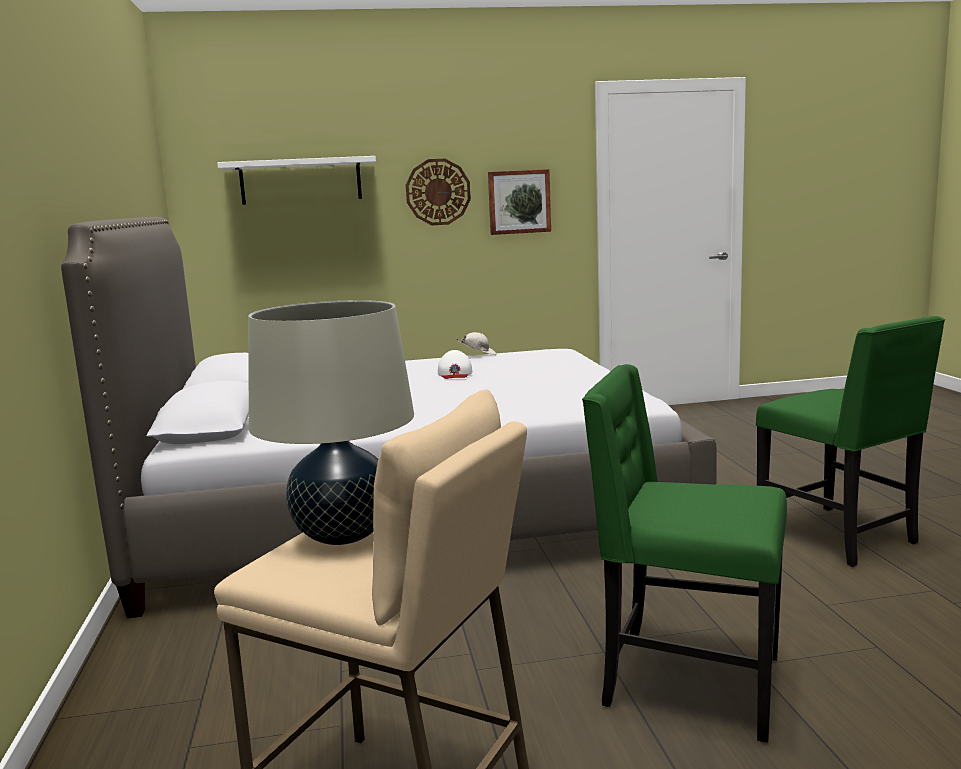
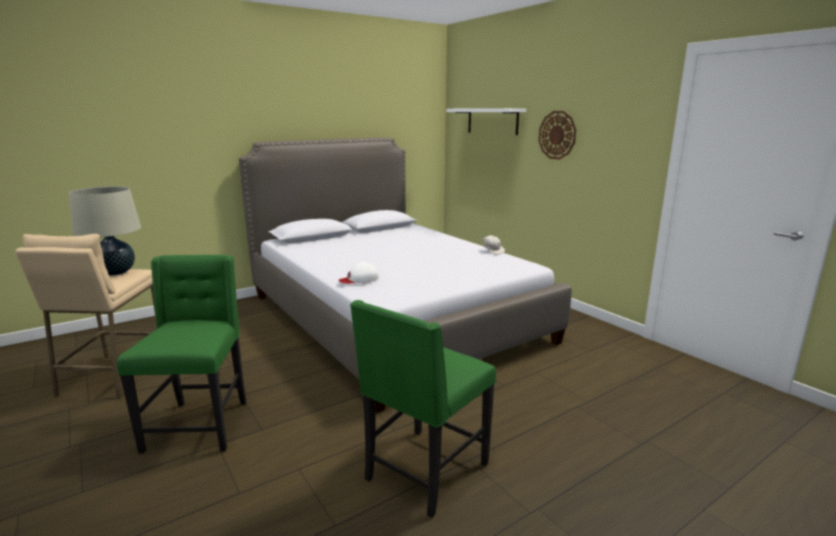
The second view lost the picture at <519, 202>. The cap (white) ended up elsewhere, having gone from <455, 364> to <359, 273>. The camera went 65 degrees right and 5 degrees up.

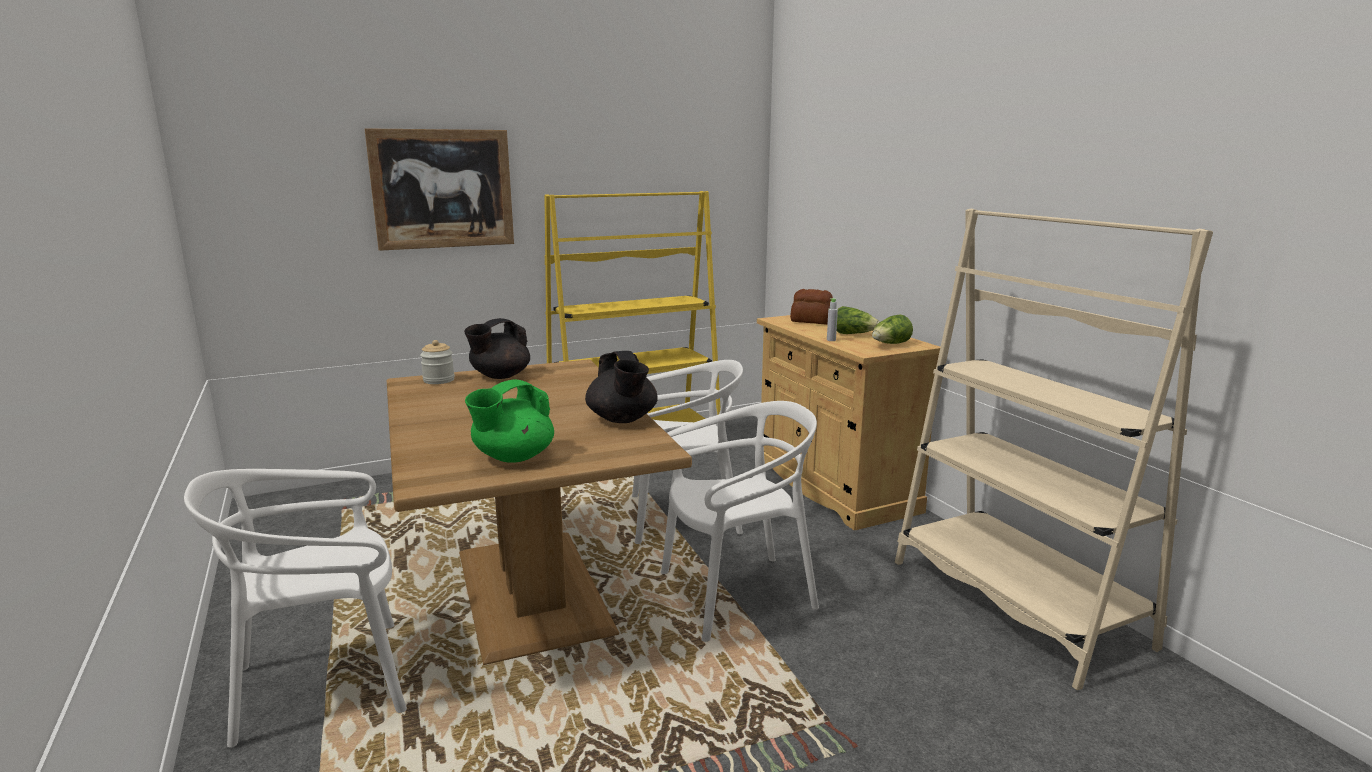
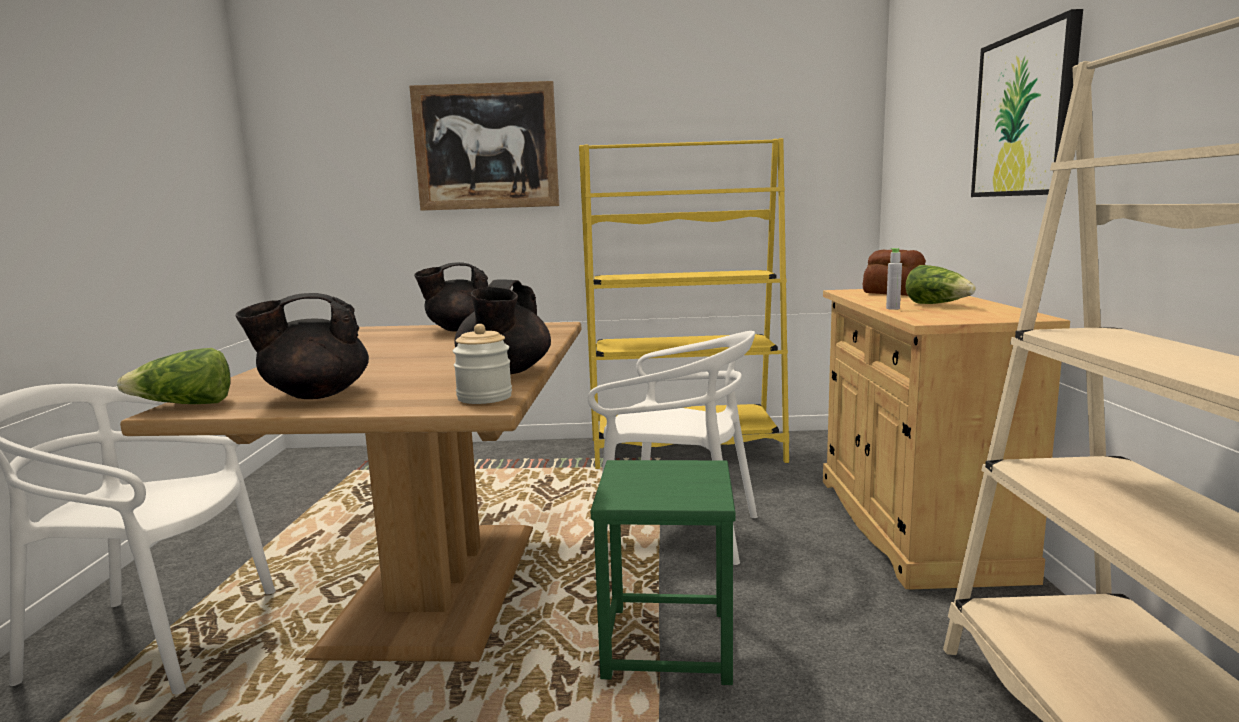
The second view gained the picture at <1027, 103>. The jar ended up elsewhere, having gone from <437, 362> to <482, 364>. The lettuce ended up elsewhere, having gone from <892, 329> to <174, 376>. Where the chair (white) stood at <740, 521>, the stool (green) came to stand at <662, 572>. What was the teapot (green) at <509, 420> turned into the teapot (black) at <302, 346>. The camera went 25 degrees right and 5 degrees down.

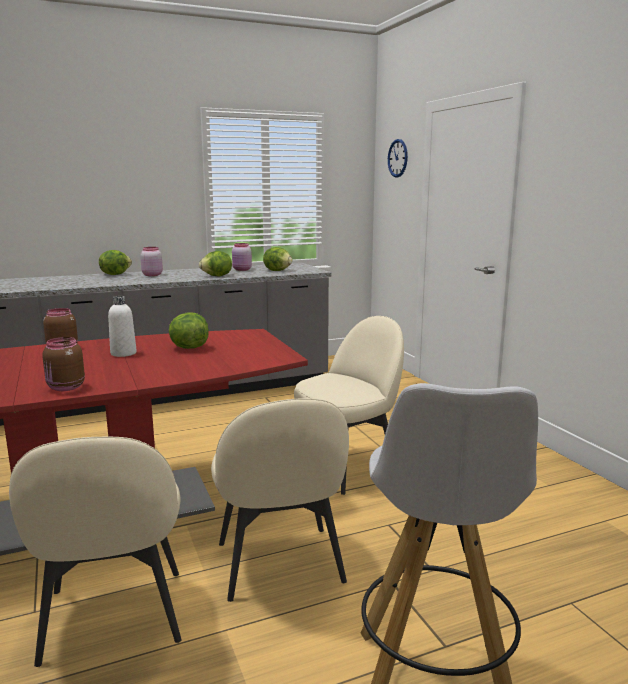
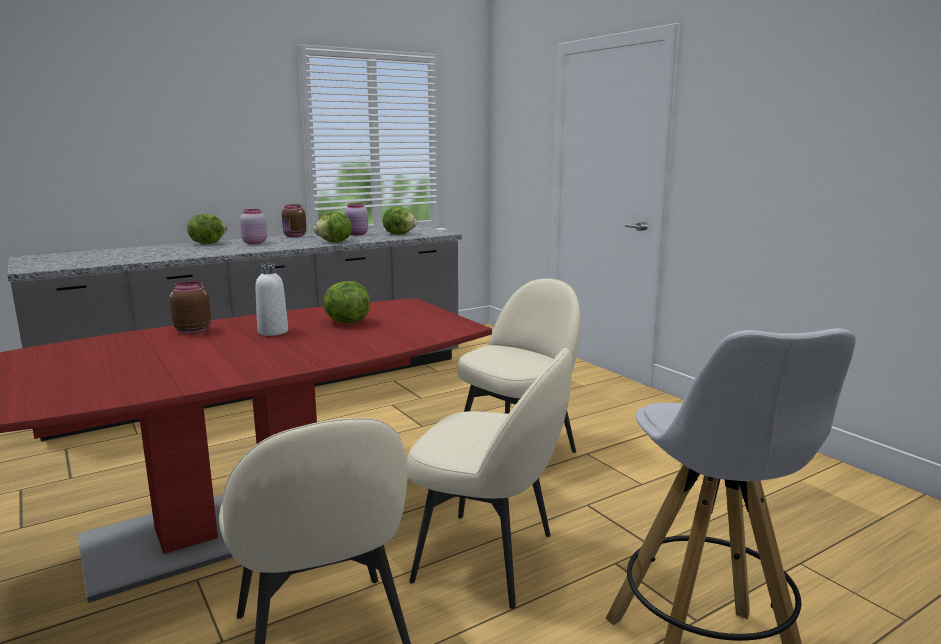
The second view lost the wall clock at <398, 158>. The jar (brown) ended up elsewhere, having gone from <63, 364> to <294, 220>. The chair (beige) at <280, 500> ended up facing another way, 45 degrees counterclockwise from before. The camera went 10 degrees left and 0 degrees up.

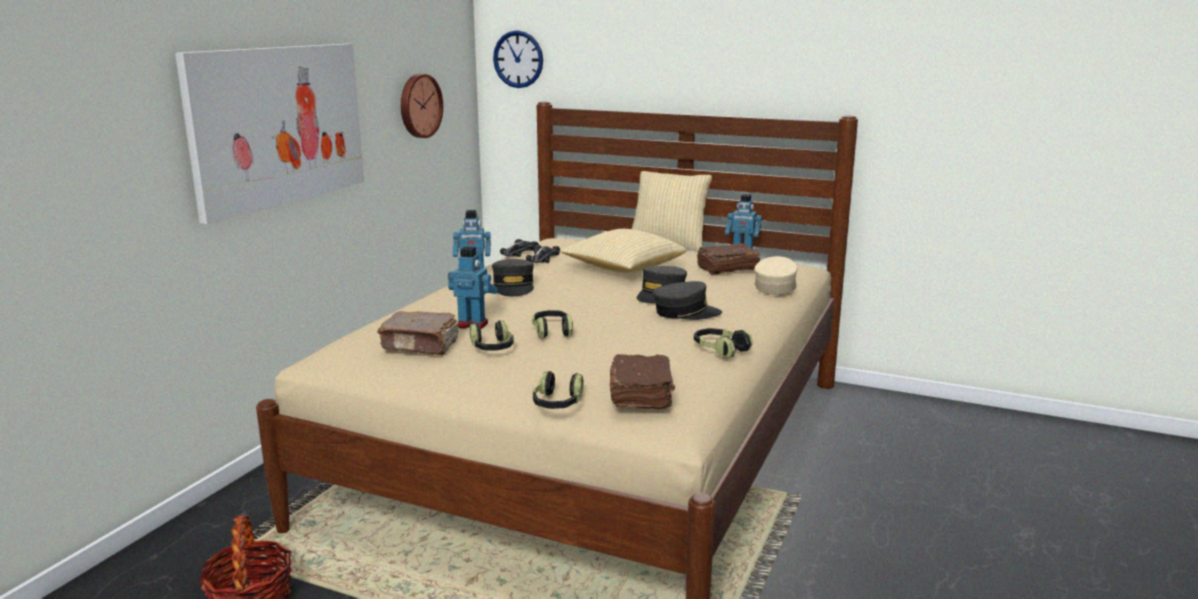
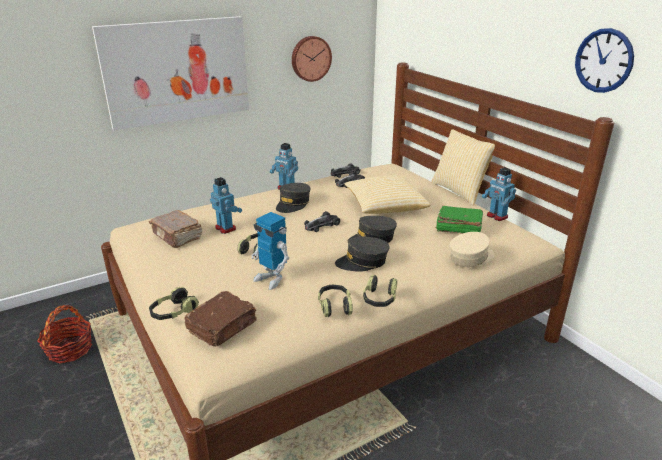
The second view gained the toy robot at <270, 251>. The second view gained the toy car at <322, 221>. The headphones ended up elsewhere, having gone from <492, 335> to <380, 291>. The wall clock ended up elsewhere, having gone from <518, 59> to <604, 60>. What was the book (brown) at <728, 259> turned into the book (green) at <459, 220>. The cap (grey) at <687, 300> ended up facing another way, 135 degrees clockwise from before. The camera went 35 degrees right and 10 degrees up.

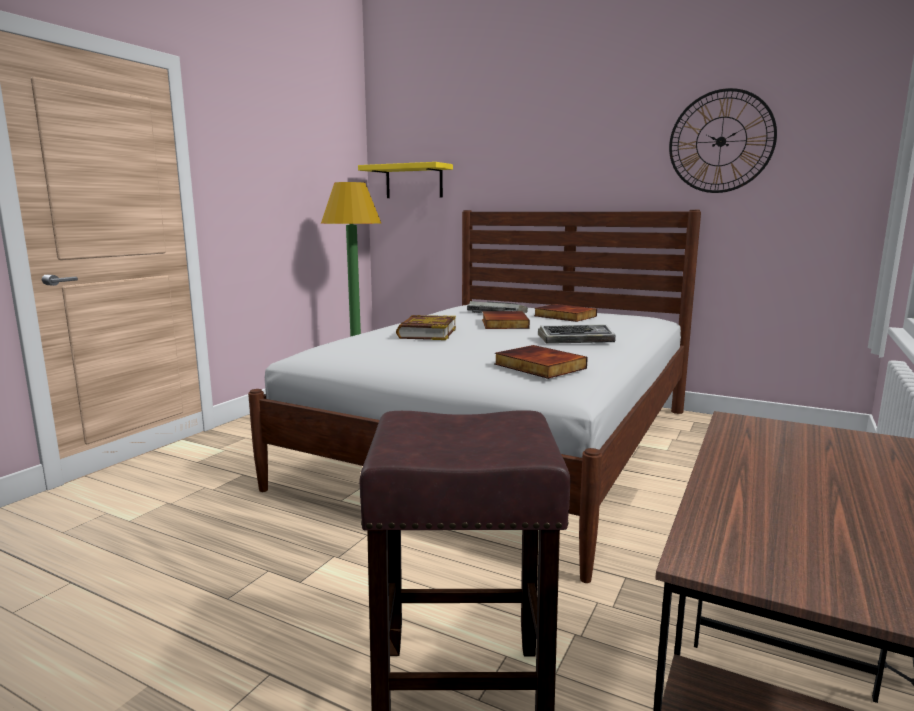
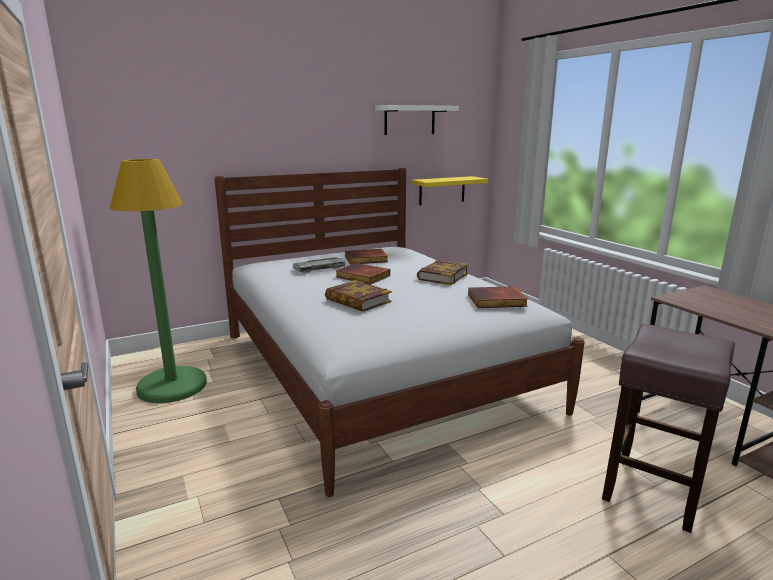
The shelf (yellow) ended up elsewhere, having gone from <405, 180> to <449, 190>. Where the keyboard stood at <577, 334>, the book came to stand at <443, 272>. Where the wall clock hung at <723, 140>, the shelf (white) came to hang at <417, 120>. The camera went 55 degrees left and 5 degrees up.

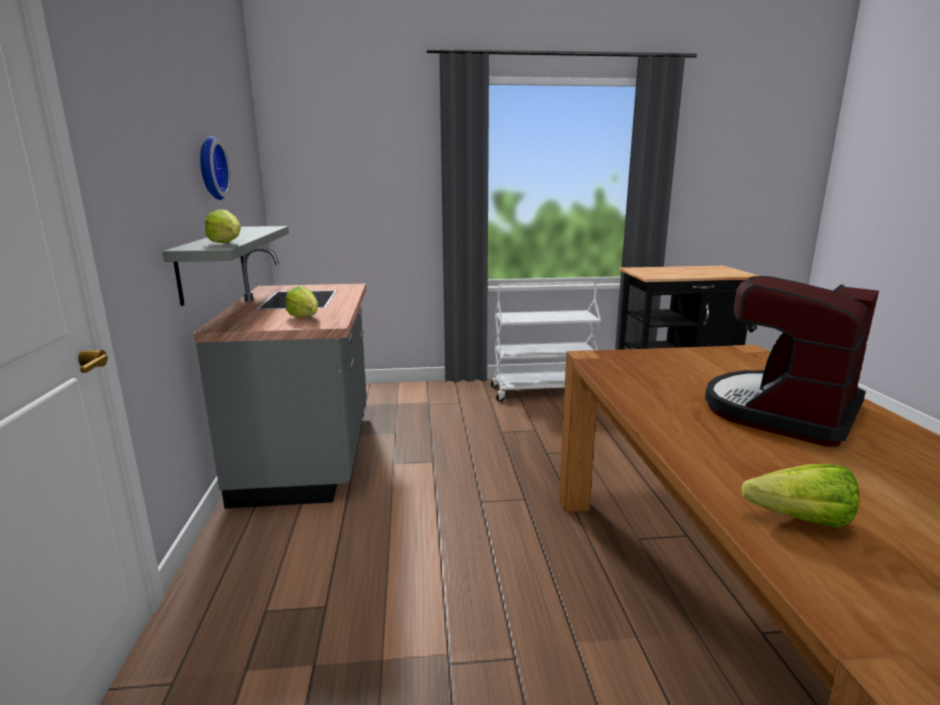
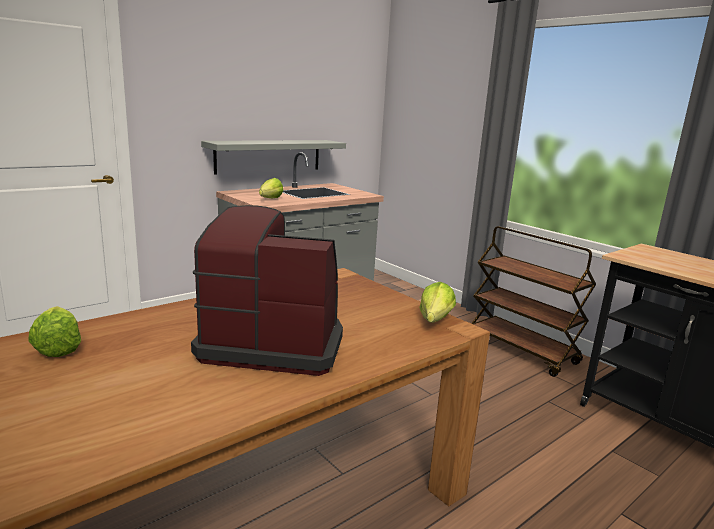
The second view lost the wall clock at <215, 168>. The lettuce ended up elsewhere, having gone from <223, 226> to <437, 302>. What was the cart (white) at <546, 341> turned into the cart (brown) at <533, 301>. The camera went 55 degrees right and 0 degrees up.

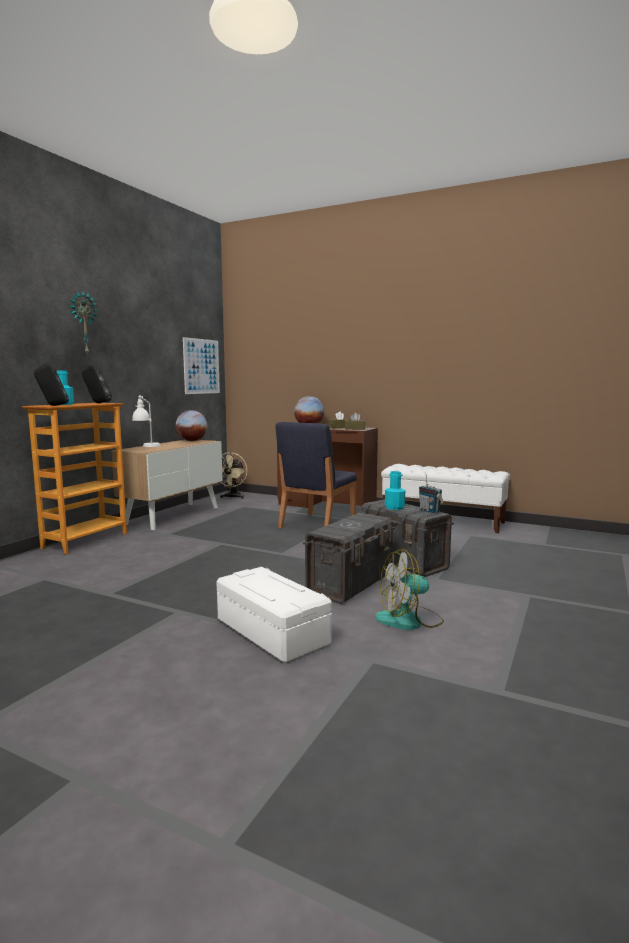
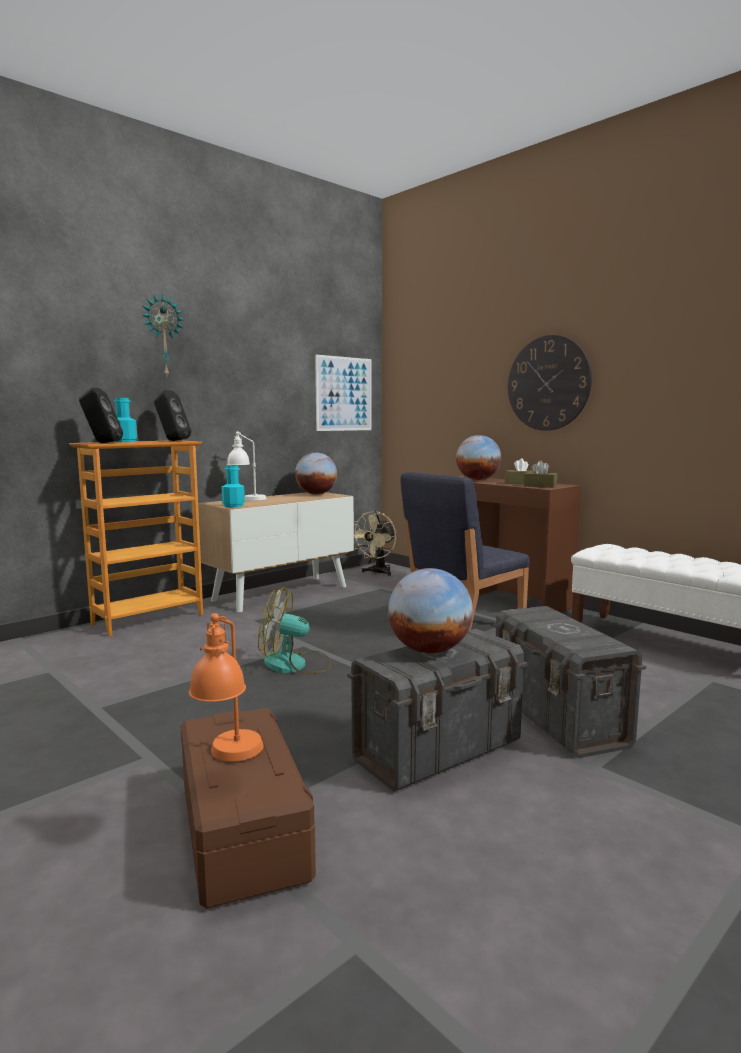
The second view lost the radio at <431, 493>. The second view gained the table lamp (orange) at <226, 687>. The second view gained the globe at <430, 611>. The second view gained the wall clock at <550, 383>. The fan ended up elsewhere, having gone from <409, 589> to <294, 630>. The bottle (turquoise) ended up elsewhere, having gone from <395, 490> to <233, 486>. What was the storage box (white) at <274, 615> turned into the storage box (brown) at <248, 808>. The camera went 20 degrees right and 0 degrees up.

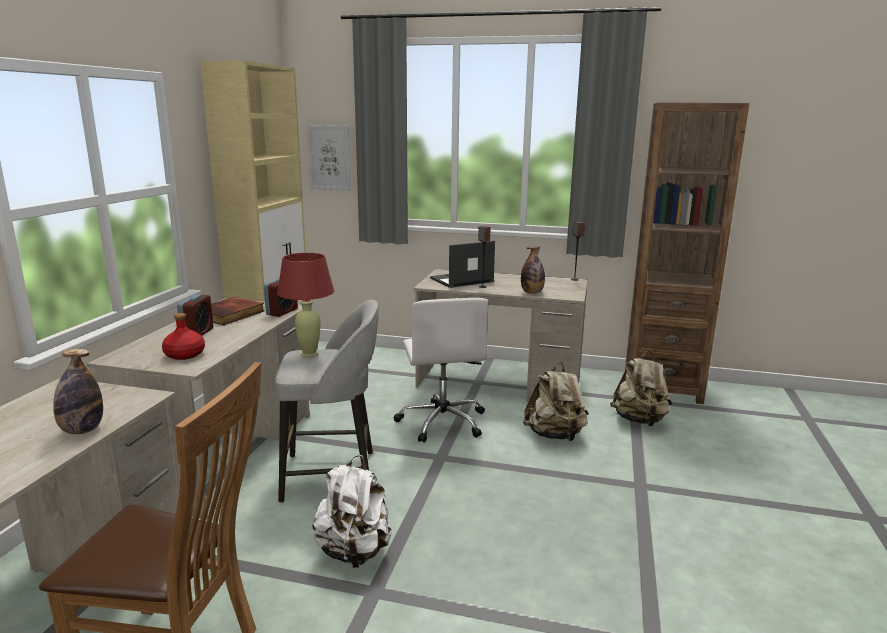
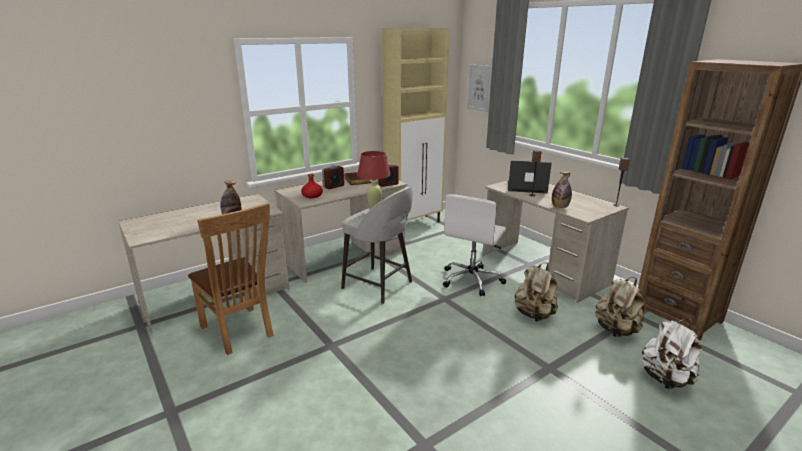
The backpack (white) ended up elsewhere, having gone from <352, 511> to <671, 354>. The camera went 40 degrees right and 5 degrees up.

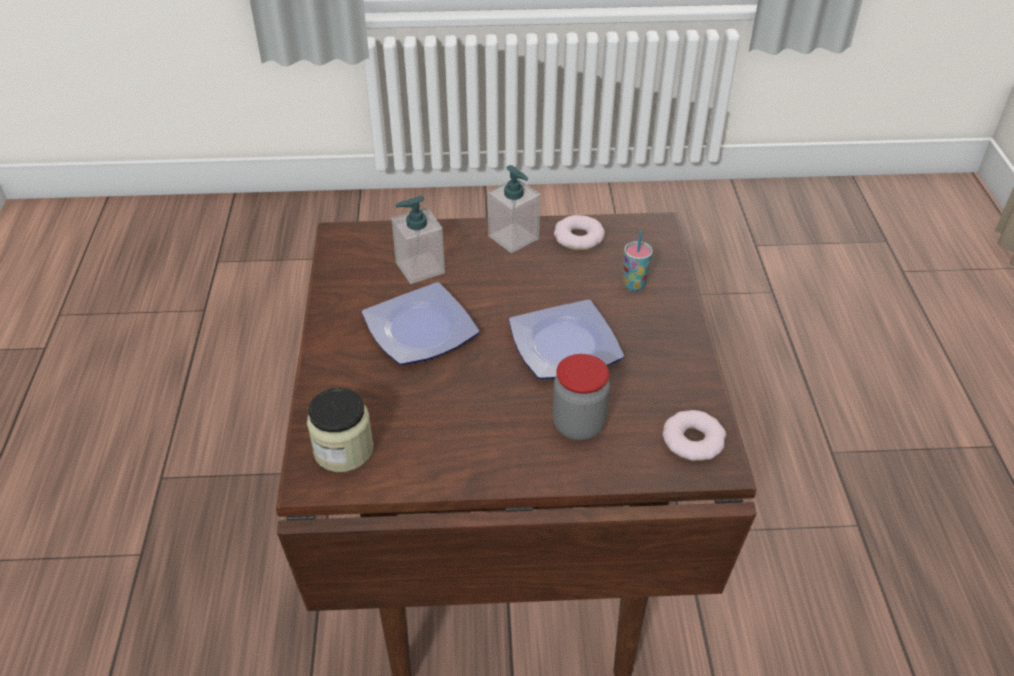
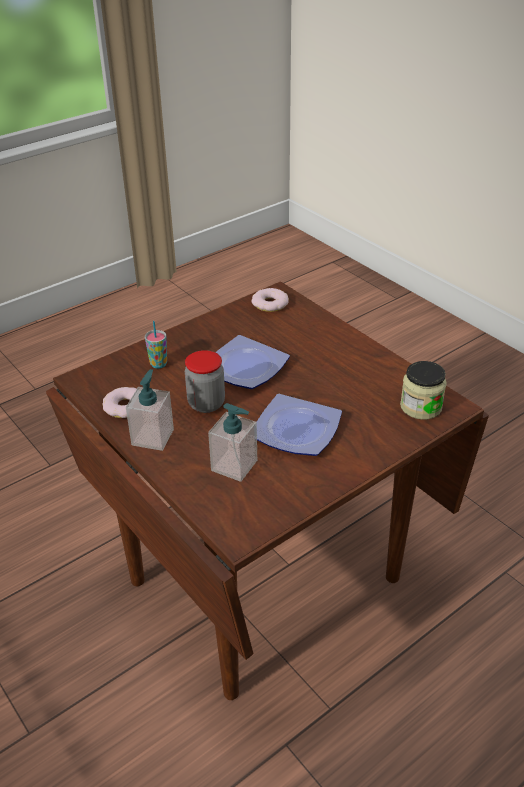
The jar ended up elsewhere, having gone from <581, 397> to <205, 381>. The camera went 125 degrees left and 5 degrees down.

